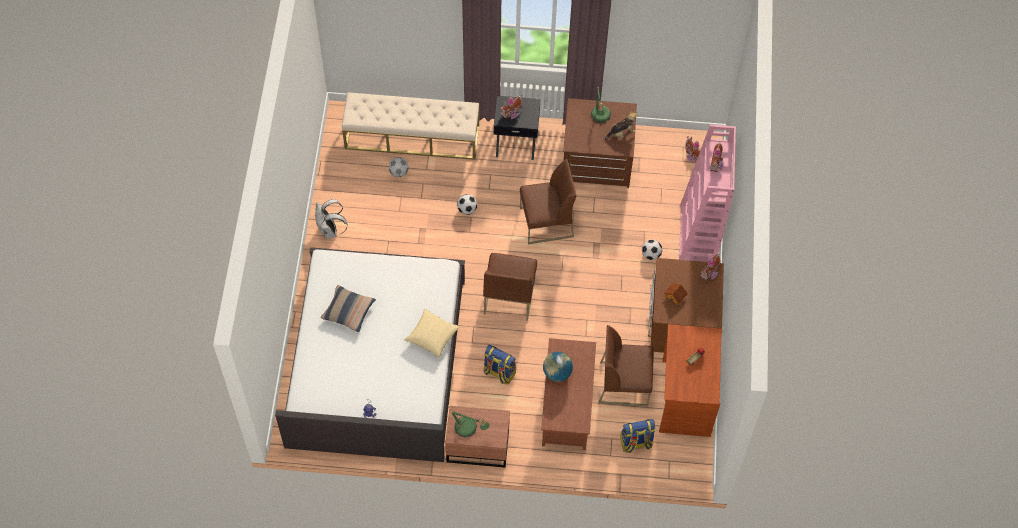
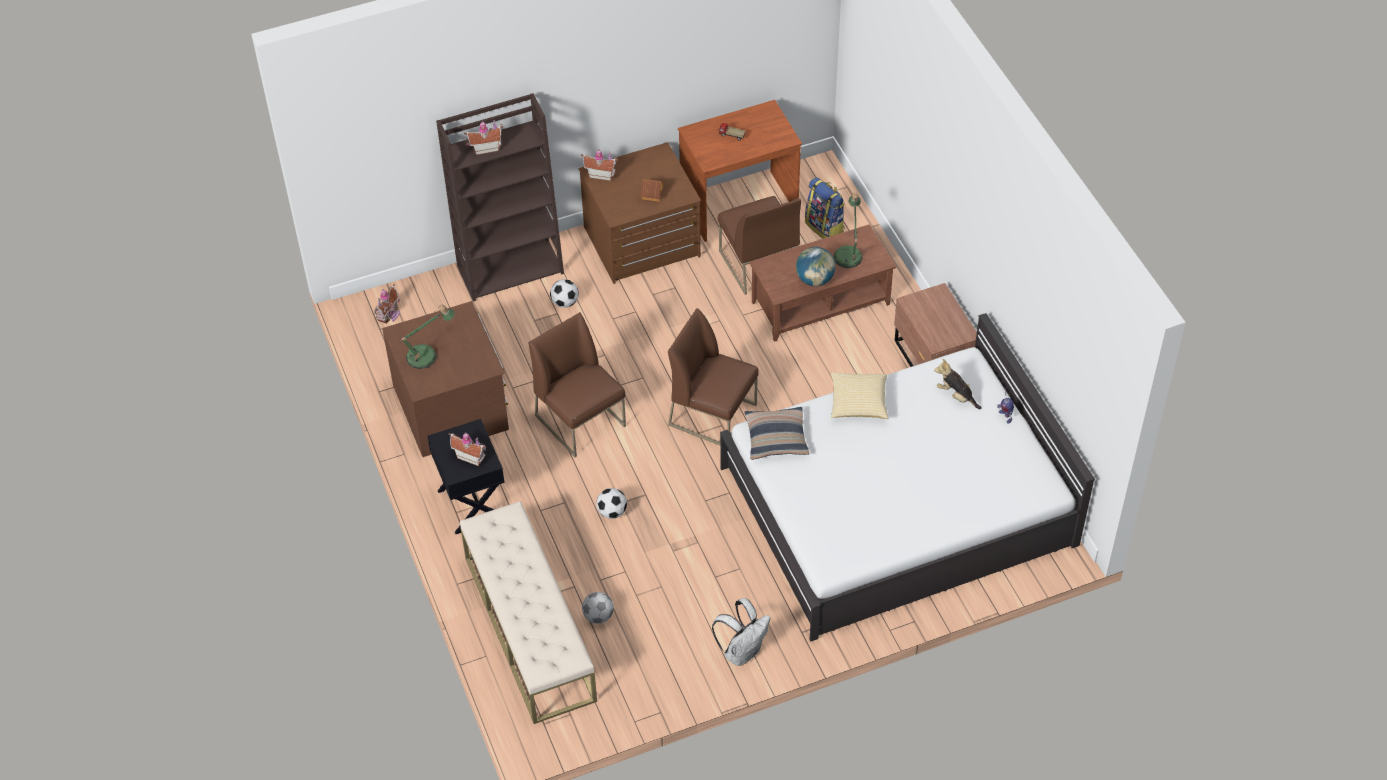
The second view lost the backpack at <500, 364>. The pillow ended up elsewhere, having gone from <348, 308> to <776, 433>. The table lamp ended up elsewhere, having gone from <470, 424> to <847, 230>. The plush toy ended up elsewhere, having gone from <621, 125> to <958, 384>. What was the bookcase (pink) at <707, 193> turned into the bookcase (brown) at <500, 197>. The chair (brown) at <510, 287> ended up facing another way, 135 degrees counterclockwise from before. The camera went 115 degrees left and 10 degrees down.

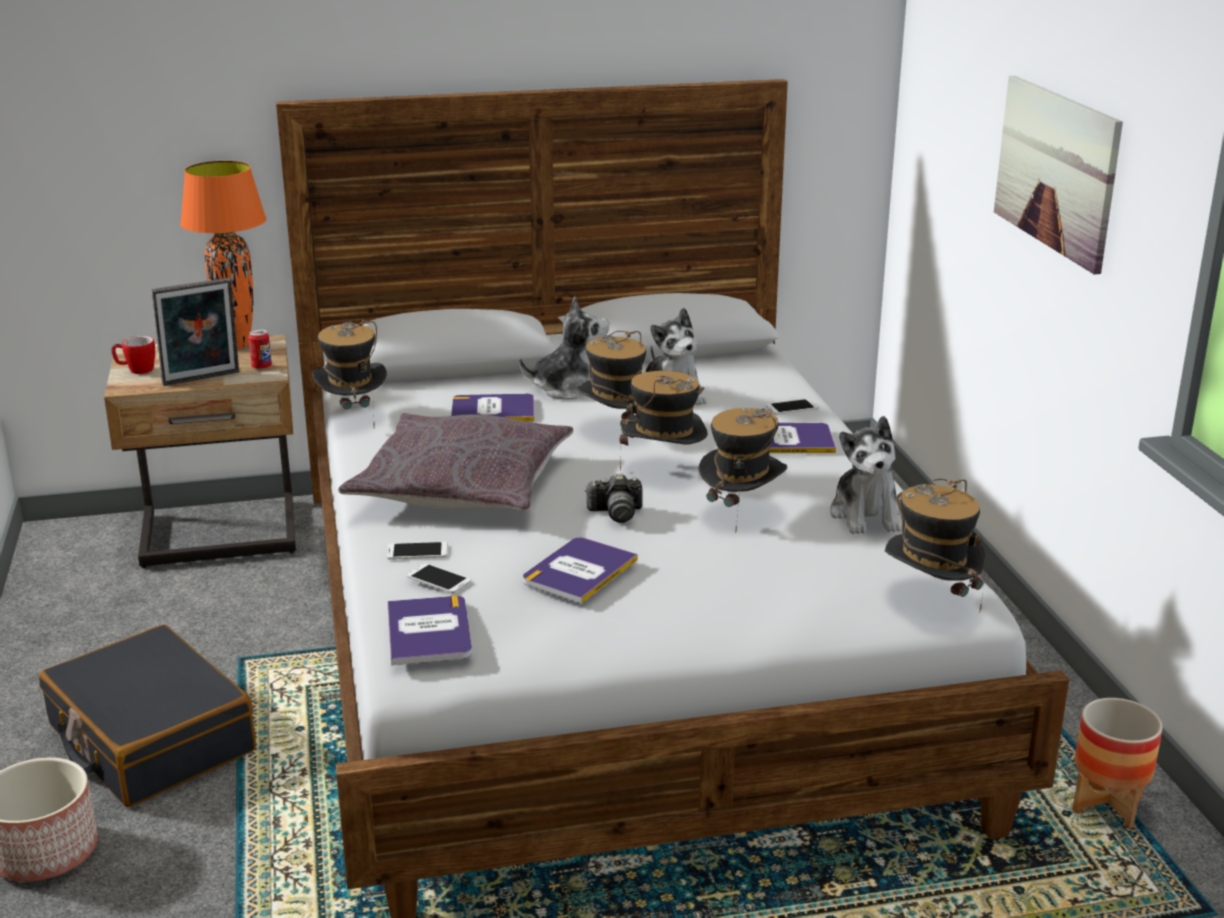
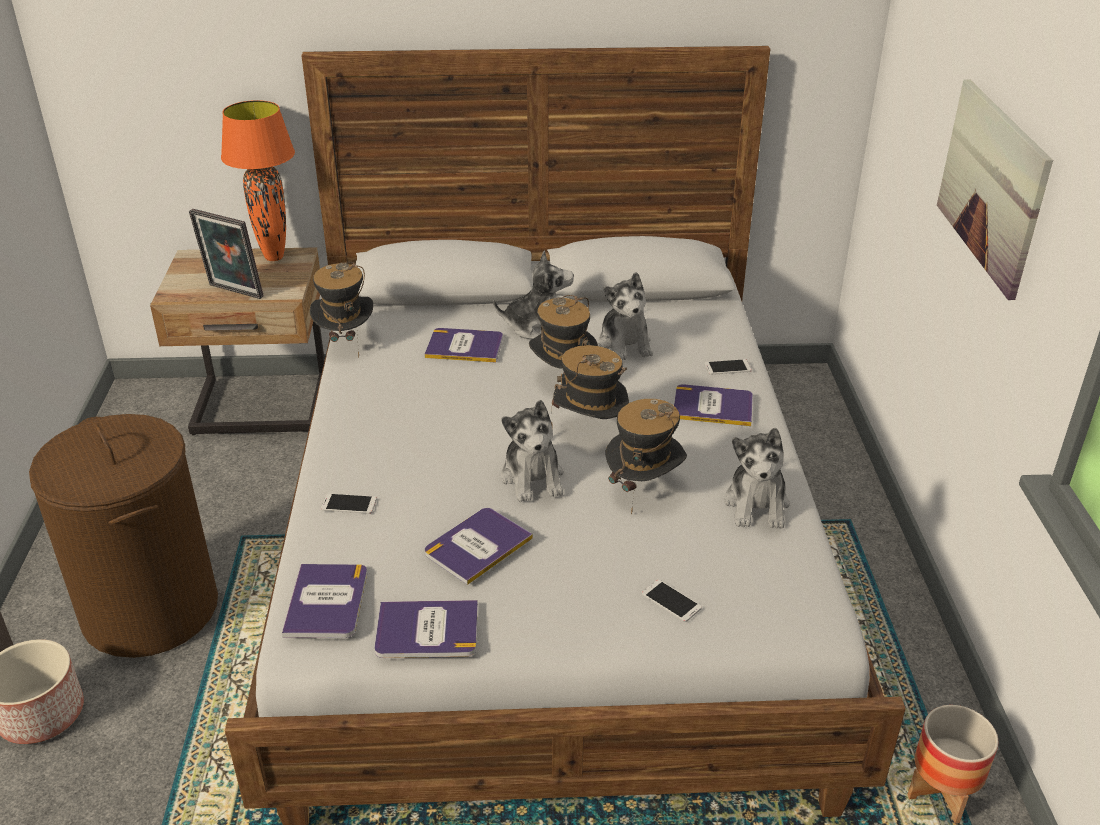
The second view lost the mug at <133, 355>. The second view lost the can at <260, 350>. The second view lost the pillow (grey) at <455, 462>. The second view lost the hat at <935, 546>. The second view gained the book at <426, 629>. The phone ended up elsewhere, having gone from <439, 578> to <672, 601>. Where the suitcase (black) stood at <147, 715>, the laundry basket (brown) came to stand at <123, 536>. Where the photo camera stood at <614, 498>, the plush toy came to stand at <532, 451>. The picture frame at <195, 332> ended up facing another way, 45 degrees clockwise from before. The camera went 10 degrees right and 10 degrees up.

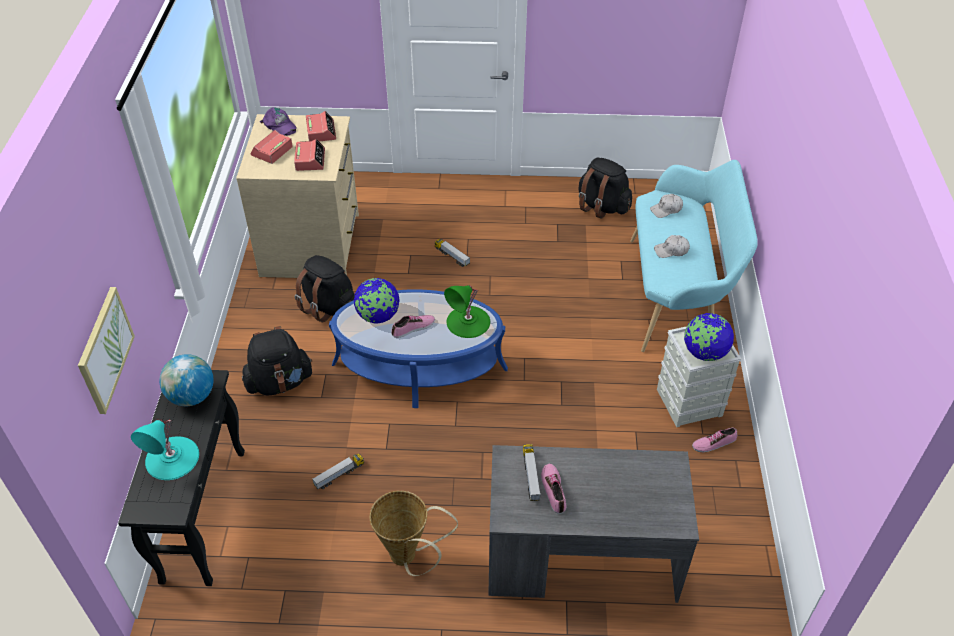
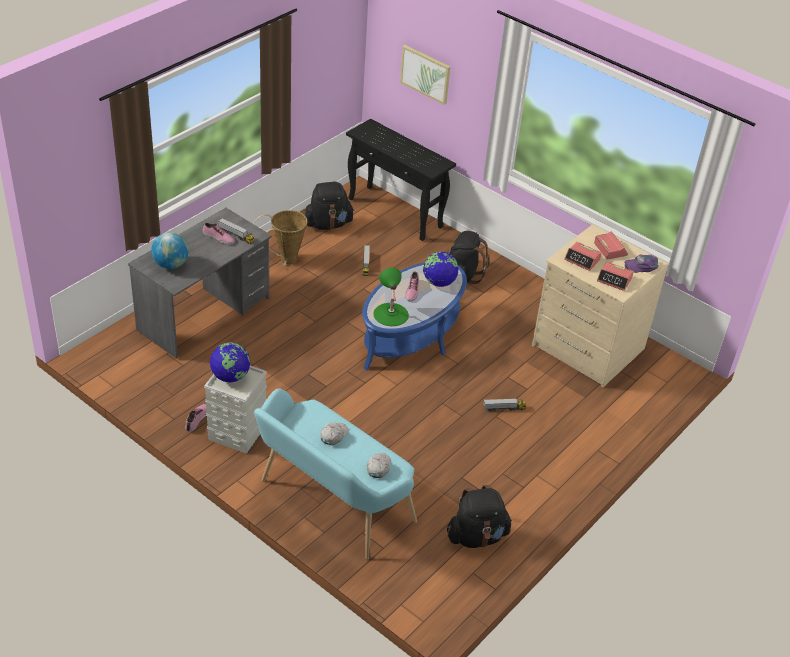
The second view lost the table lamp (turquoise) at <165, 449>. The globe ended up elsewhere, having gone from <186, 380> to <170, 250>. The backpack (black) ended up elsewhere, having gone from <325, 288> to <329, 205>. The camera went 125 degrees right and 5 degrees down.

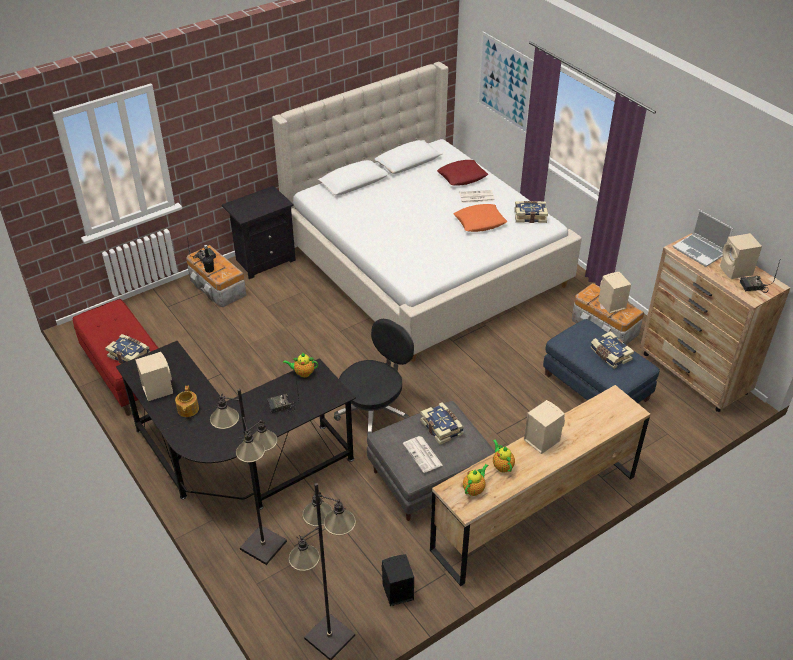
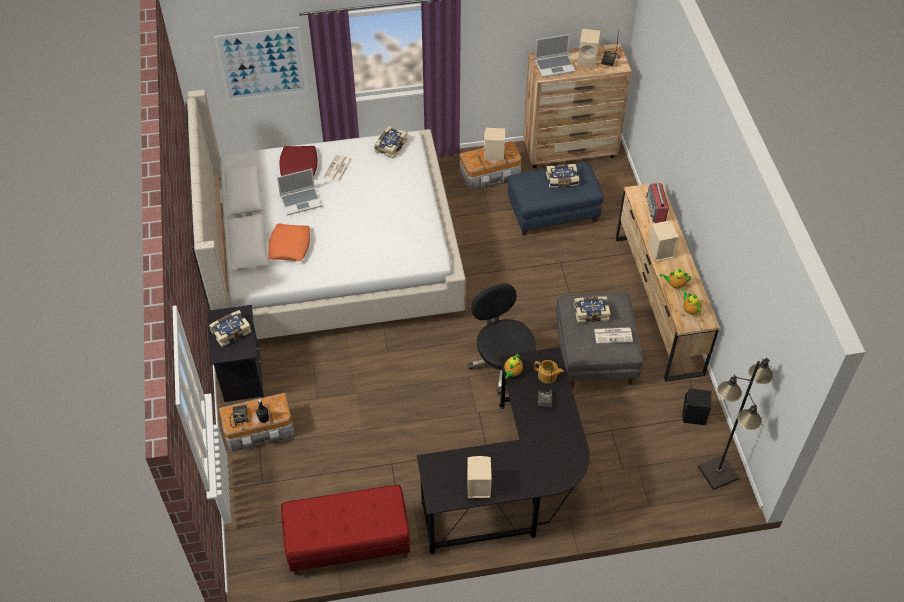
The second view lost the floor lamp (black) at <248, 476>. The second view gained the laptop at <299, 192>. The second view gained the radio at <657, 202>. The book ended up elsewhere, having gone from <127, 349> to <230, 329>. The teapot ended up elsewhere, having gone from <187, 401> to <549, 372>. The pillow (orange) ended up elsewhere, having gone from <480, 218> to <289, 242>. The camera went 65 degrees left and 10 degrees up.

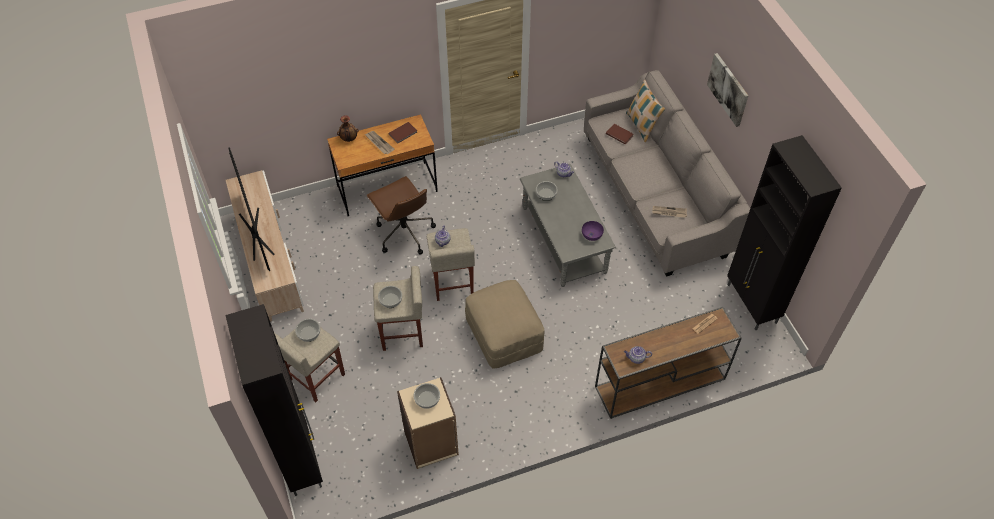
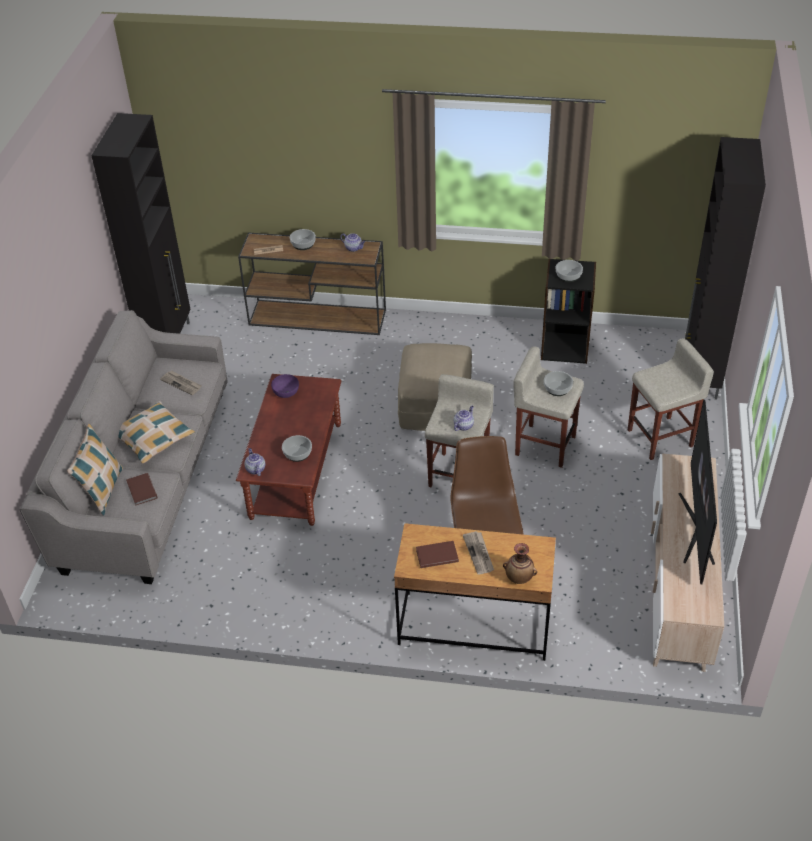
The second view lost the picture at <728, 90>. The second view gained the pillow at <156, 432>. The bowl ended up elsewhere, having gone from <307, 330> to <303, 239>. What was the bookcase (beige) at <428, 423> turned into the bookcase (black) at <568, 311>. What was the coffee table (grey) at <568, 225> turned into the coffee table (brown) at <288, 450>. The camera went 150 degrees left and 10 degrees down.

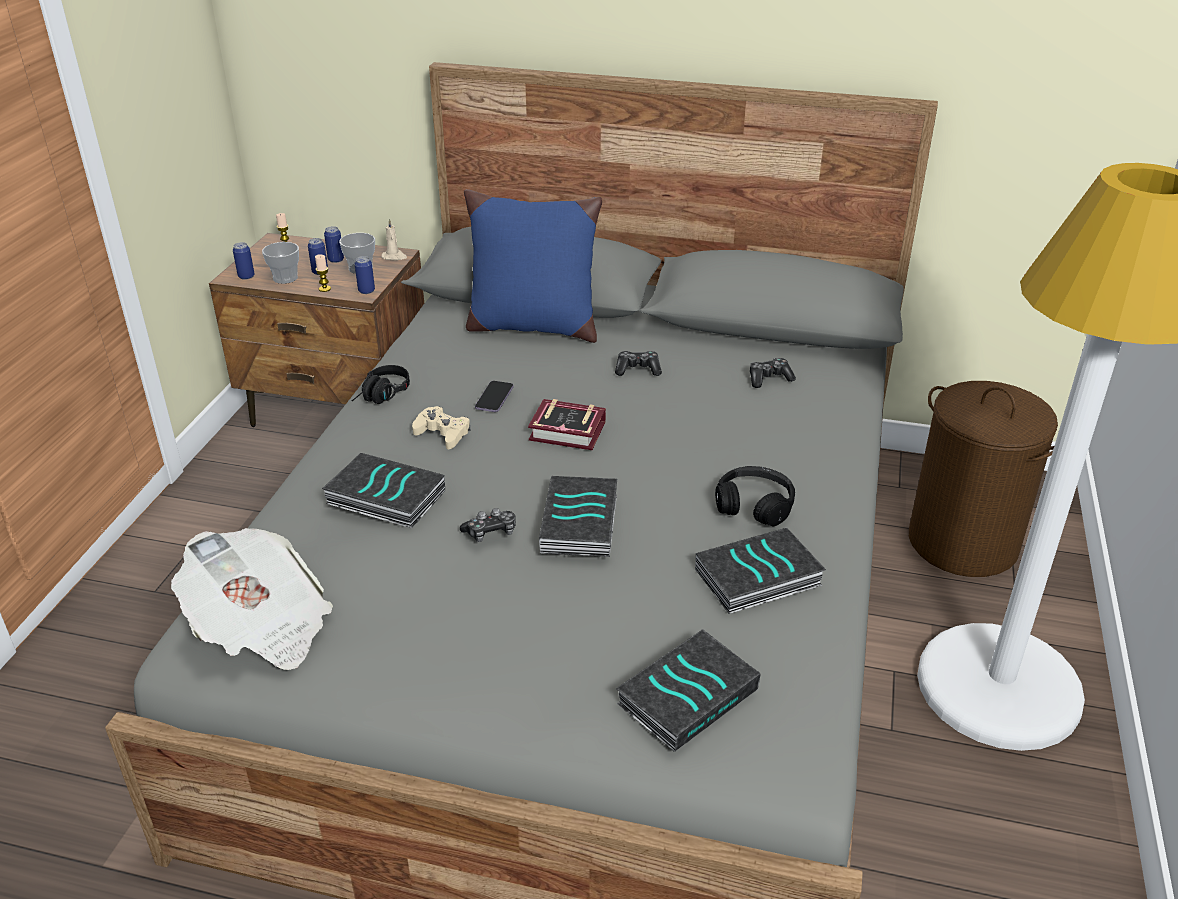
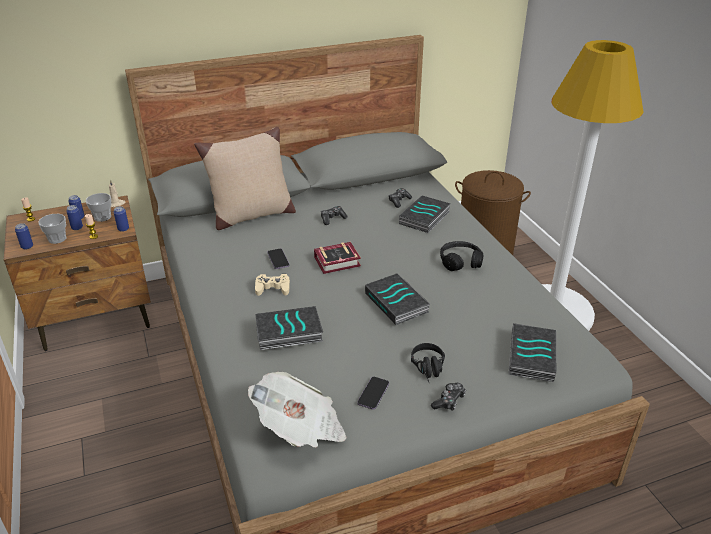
The second view gained the phone at <373, 393>. The headphones (black) ended up elsewhere, having gone from <381, 384> to <428, 362>. The game controller ended up elsewhere, having gone from <488, 525> to <448, 397>. The book ended up elsewhere, having gone from <760, 571> to <425, 214>. What was the pillow (blue) at <533, 266> turned into the pillow (beige) at <245, 178>. The camera went 35 degrees left and 0 degrees up.

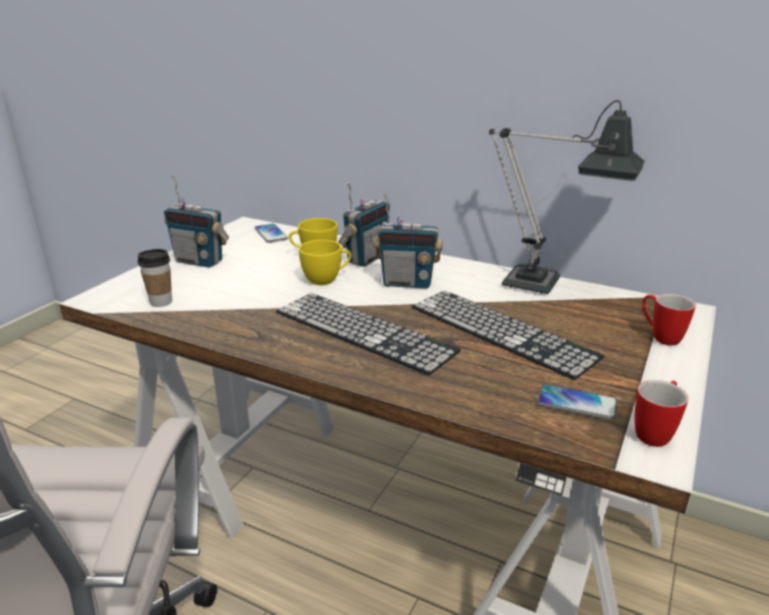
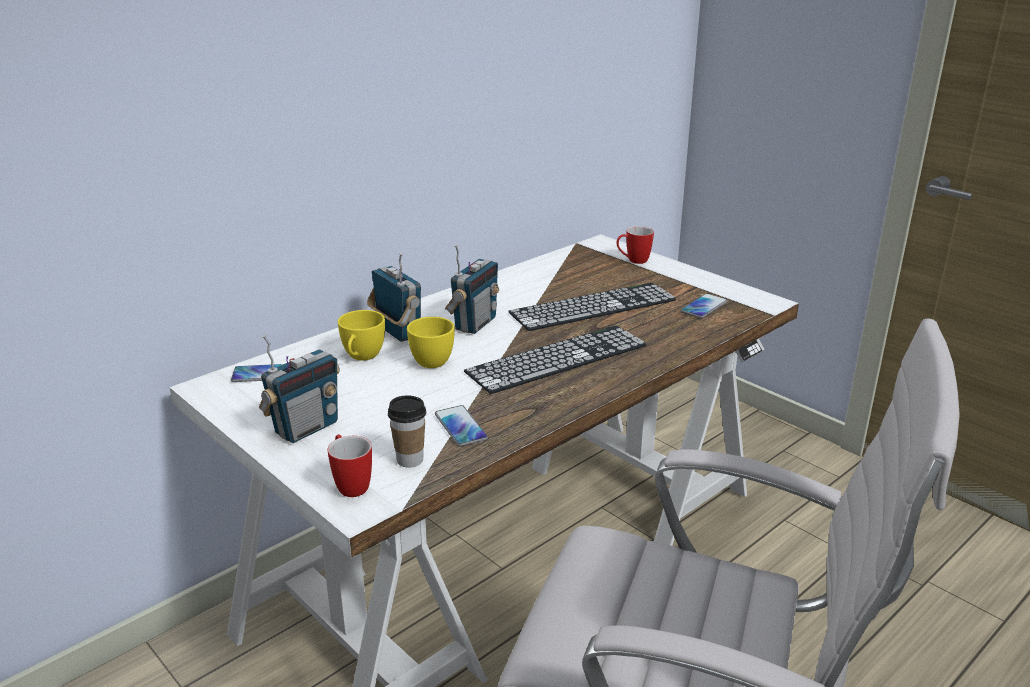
The second view lost the table lamp at <567, 197>. The second view gained the phone at <461, 426>. The mug ended up elsewhere, having gone from <661, 413> to <350, 465>. The camera went 70 degrees left and 0 degrees up.

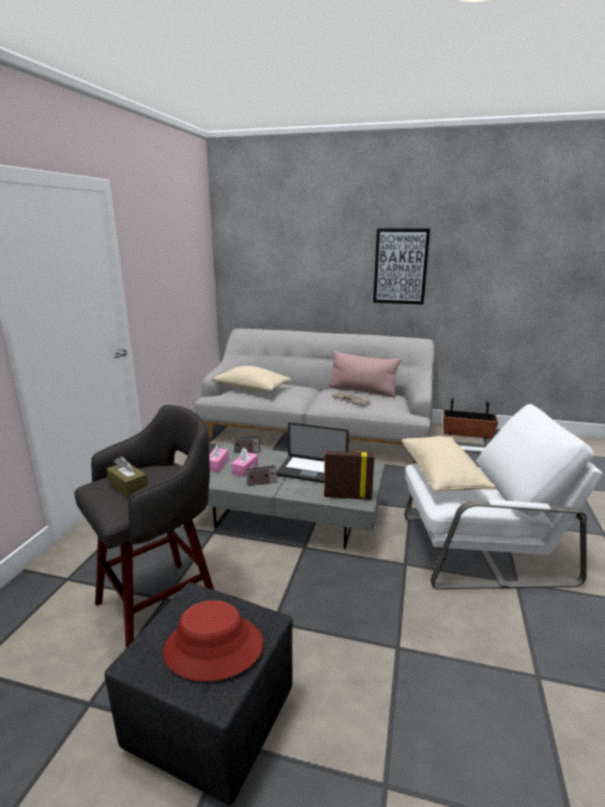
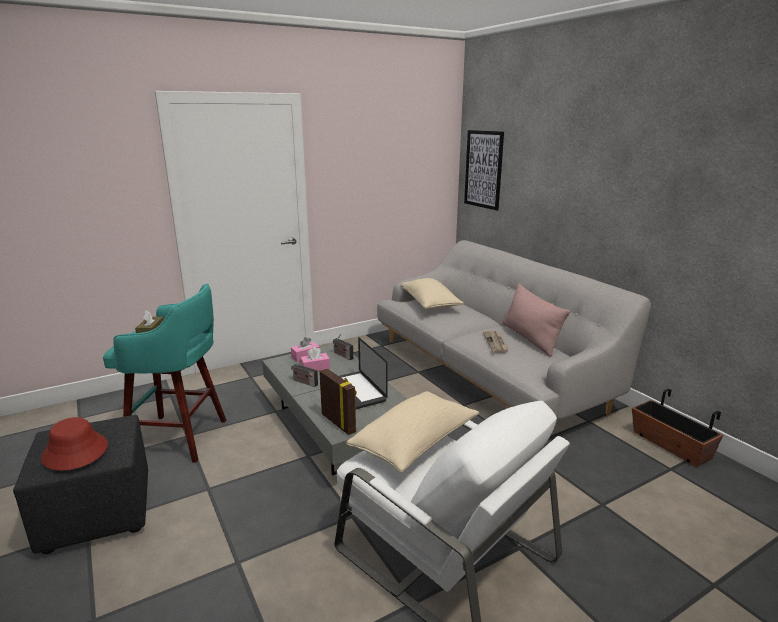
The picture ended up elsewhere, having gone from <401, 266> to <484, 170>. What was the stool (grey) at <144, 526> turned into the stool (turquoise) at <164, 373>. The camera went 45 degrees right and 0 degrees up.

